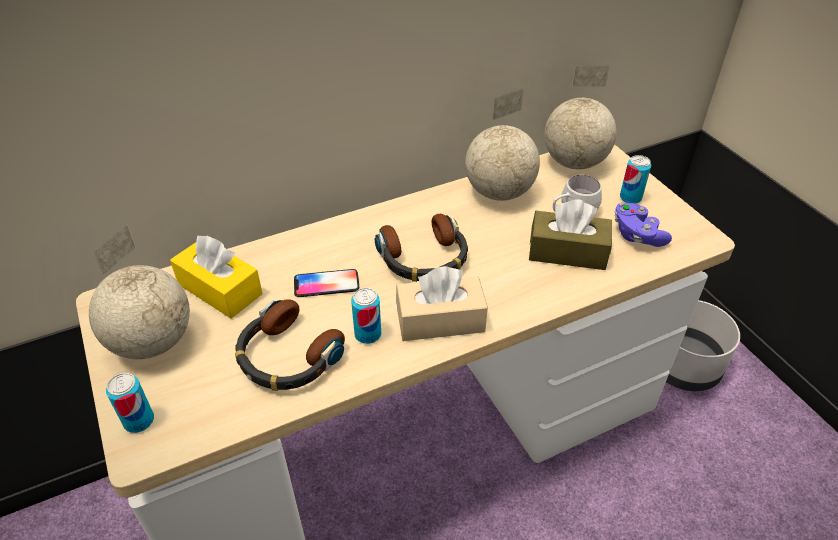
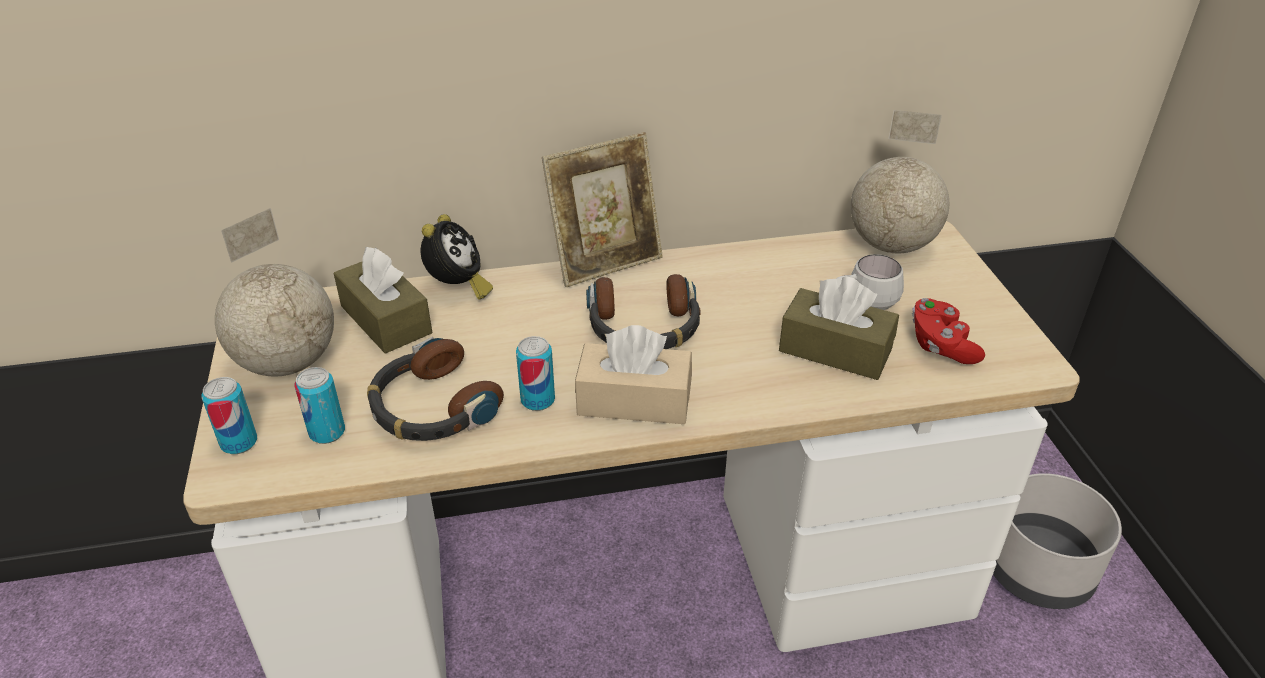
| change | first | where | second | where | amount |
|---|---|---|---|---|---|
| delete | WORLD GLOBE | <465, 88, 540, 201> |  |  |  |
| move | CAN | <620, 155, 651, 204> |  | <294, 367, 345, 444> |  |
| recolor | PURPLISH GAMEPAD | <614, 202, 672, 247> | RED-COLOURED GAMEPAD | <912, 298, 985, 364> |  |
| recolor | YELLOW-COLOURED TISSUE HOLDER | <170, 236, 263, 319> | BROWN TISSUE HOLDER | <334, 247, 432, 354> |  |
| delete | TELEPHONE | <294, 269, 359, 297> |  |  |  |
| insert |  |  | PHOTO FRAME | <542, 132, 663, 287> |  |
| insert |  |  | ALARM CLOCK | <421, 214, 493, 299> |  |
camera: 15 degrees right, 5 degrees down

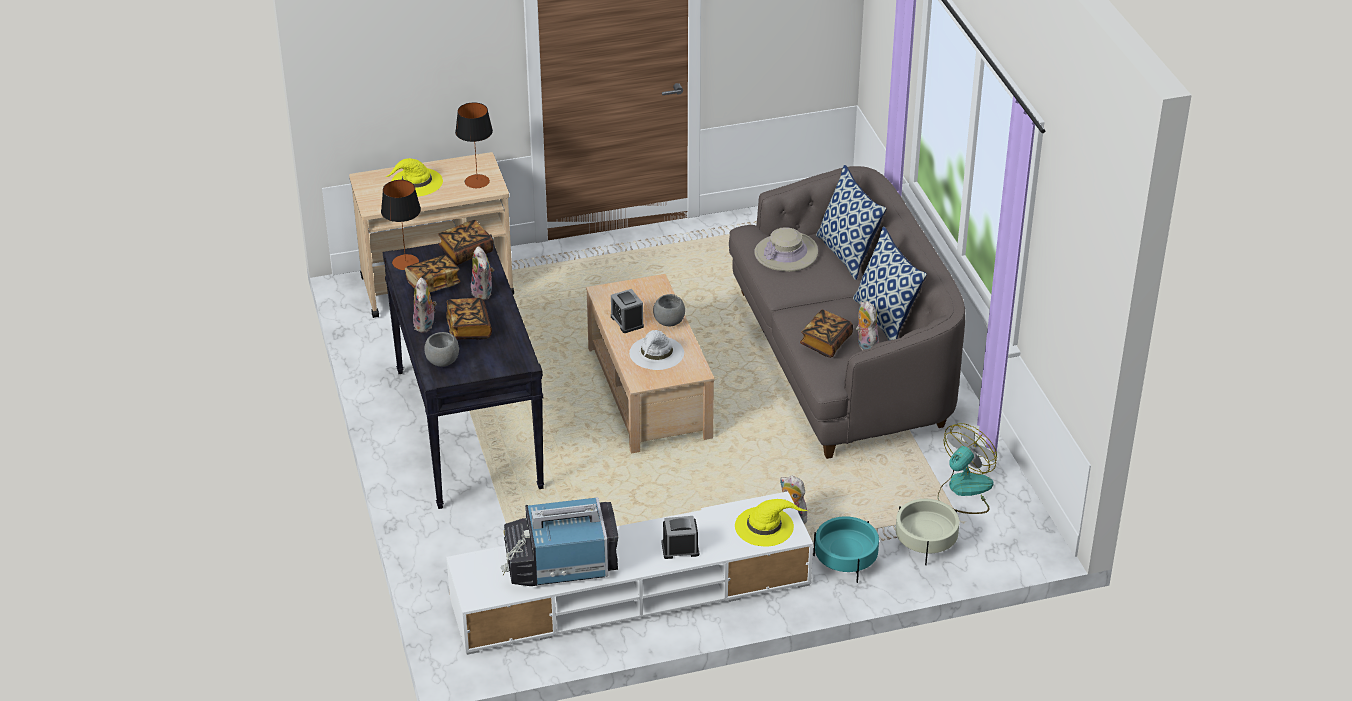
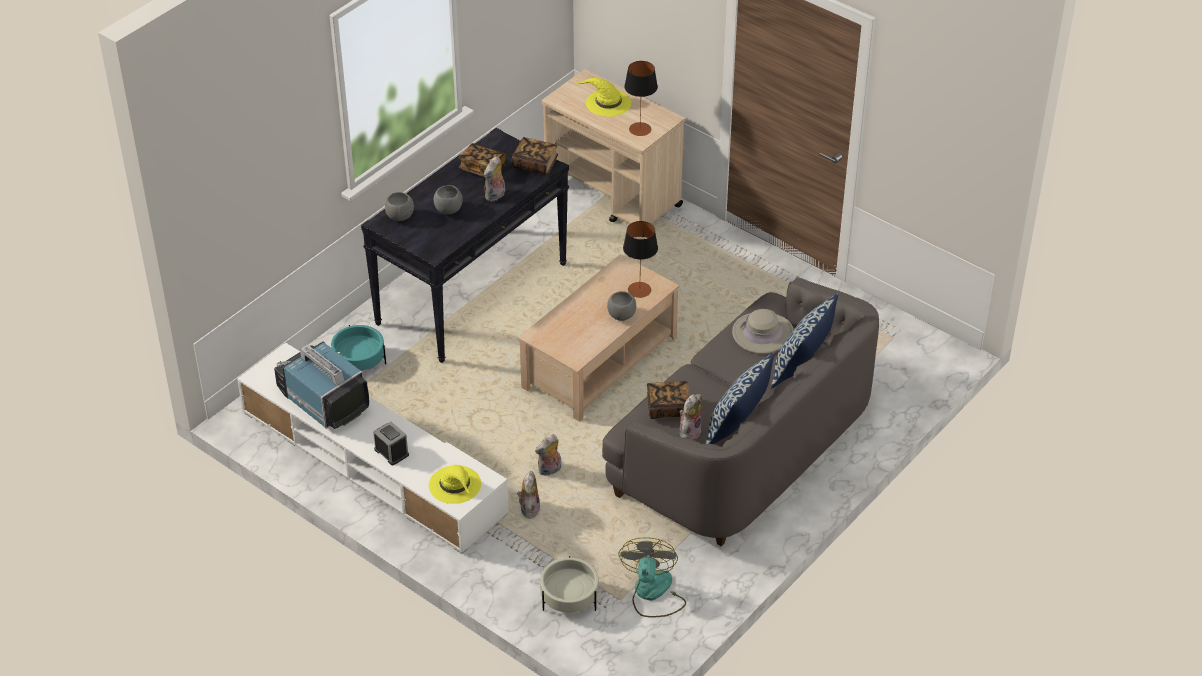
| change | first | where | second | where | amount |
|---|---|---|---|---|---|
| move | LAMP FOR A TABLE | <381, 180, 421, 270> |  | <623, 221, 658, 298> |  |
| move | SOFT TOY | <413, 278, 437, 333> |  | <535, 434, 561, 475> |  |
| delete | ALARM CLOCK | <611, 289, 644, 333> |  |  |  |
| replace | VOLUME | <446, 298, 492, 340> | GRAY DEEP DISH | <434, 185, 463, 214> |  |
| delete | WHITE-COLOURED HAT | <629, 330, 684, 370> |  |  |  |
| rotate | FAN | <938, 423, 997, 514> |  | <619, 537, 686, 618> | 90 degrees counterclockwise |
| move | BLUE-GREEN PLANTER | <813, 516, 879, 583> |  | <331, 325, 386, 371> |  |
camera: 55 degrees right, 5 degrees up

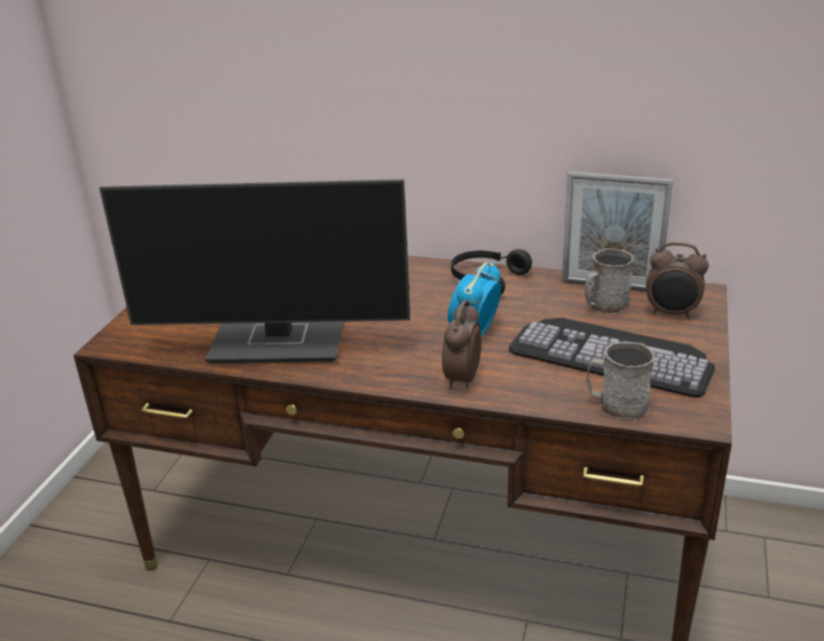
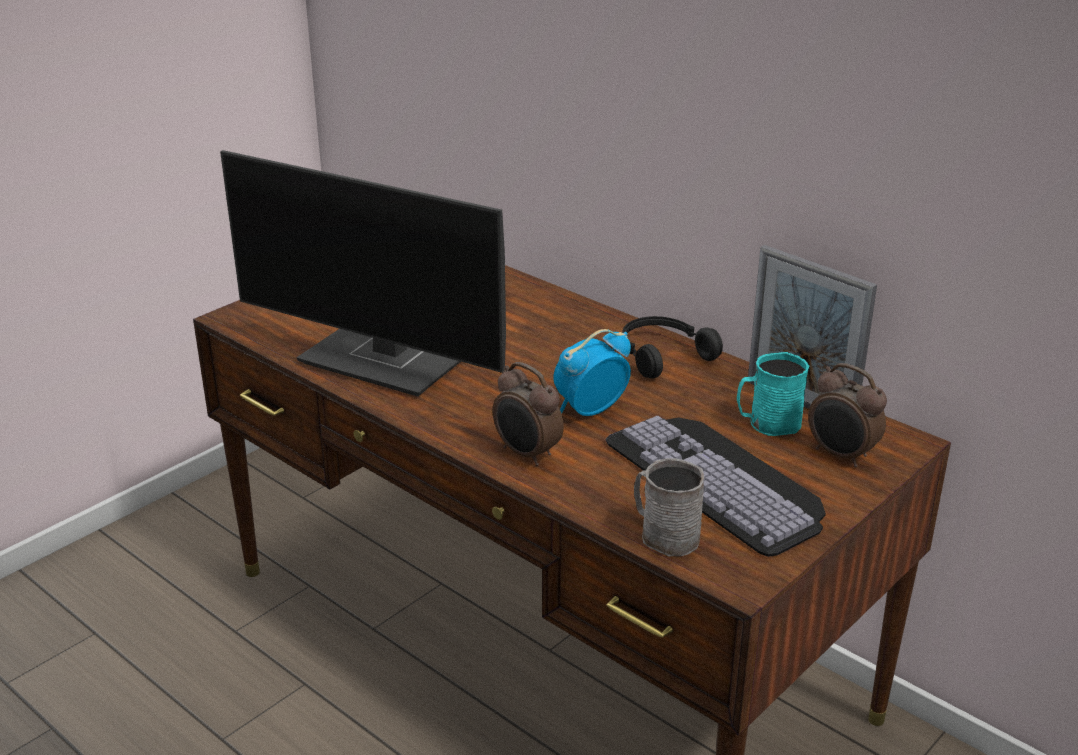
| change | first | where | second | where | amount |
|---|---|---|---|---|---|
| recolor | GRAY COFFEE MUG | <584, 248, 634, 314> | BLUE-GREEN COFFEE MUG | <737, 352, 810, 436> |  |
| rotate | ALARM CLOCK | <442, 300, 482, 389> |  | <493, 362, 564, 466> | 90 degrees counterclockwise |
camera: 25 degrees right, 0 degrees up

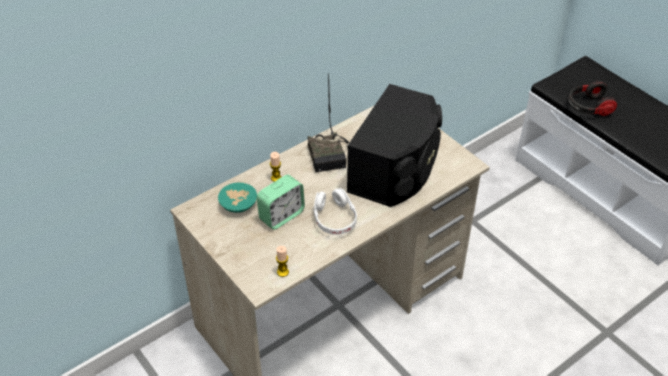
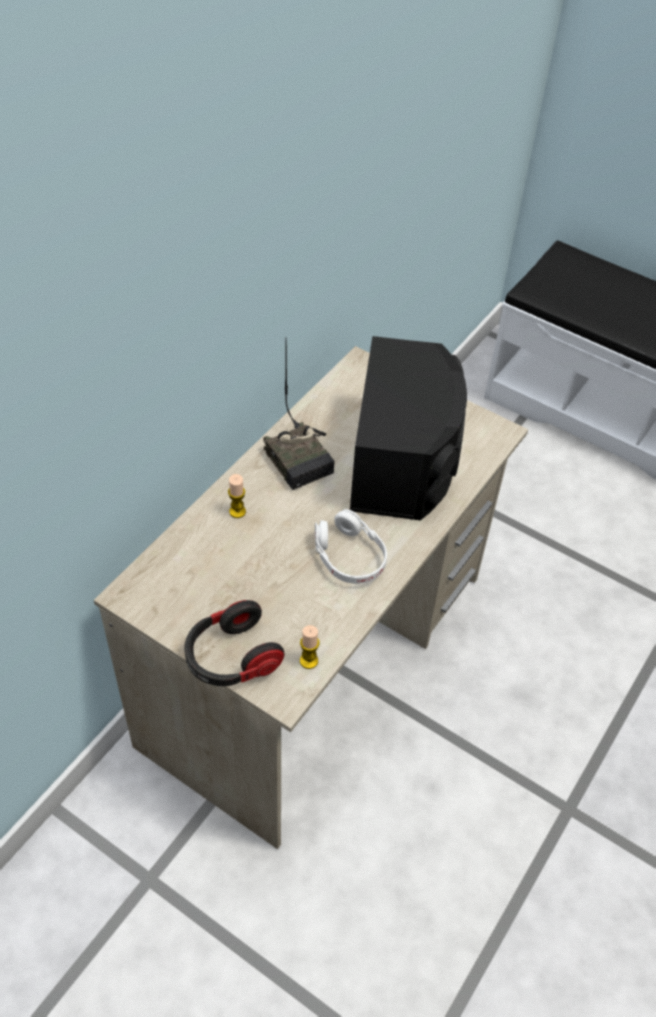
| change | first | where | second | where | amount |
|---|---|---|---|---|---|
| move | HEADPHONES | <568, 81, 617, 116> |  | <184, 600, 285, 686> |  |
| delete | ALARM CLOCK | <257, 175, 305, 230> |  |  |  |
| delete | BLUE-GREEN DEEP DISH | <218, 182, 257, 213> |  |  |  |
camera: 20 degrees left, 5 degrees up

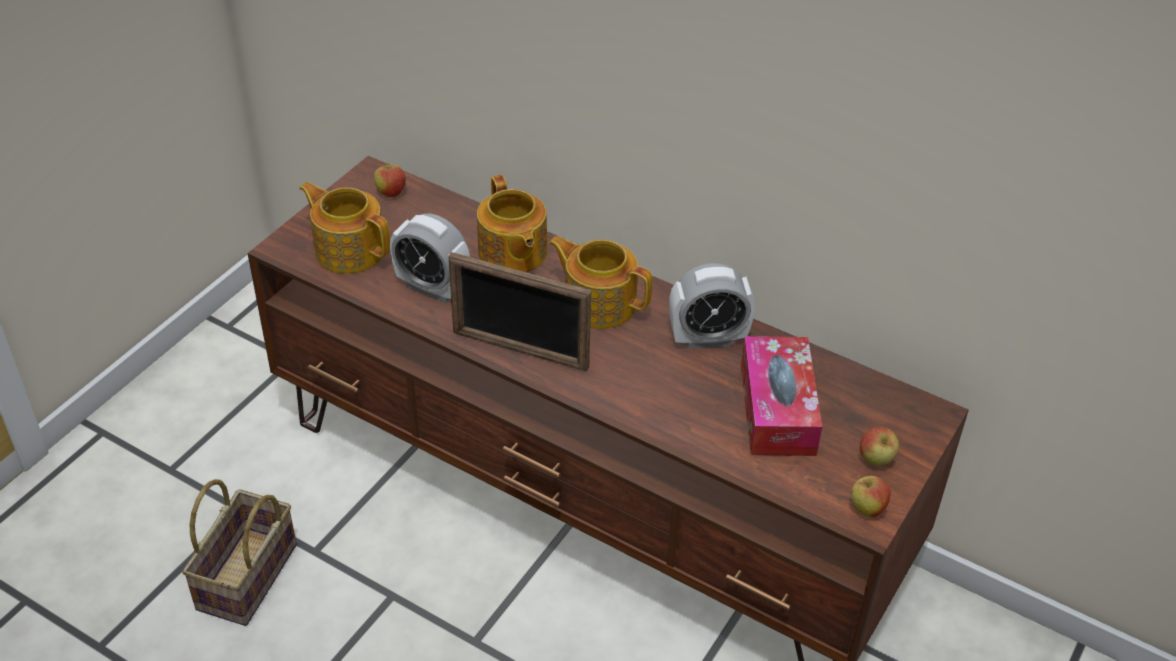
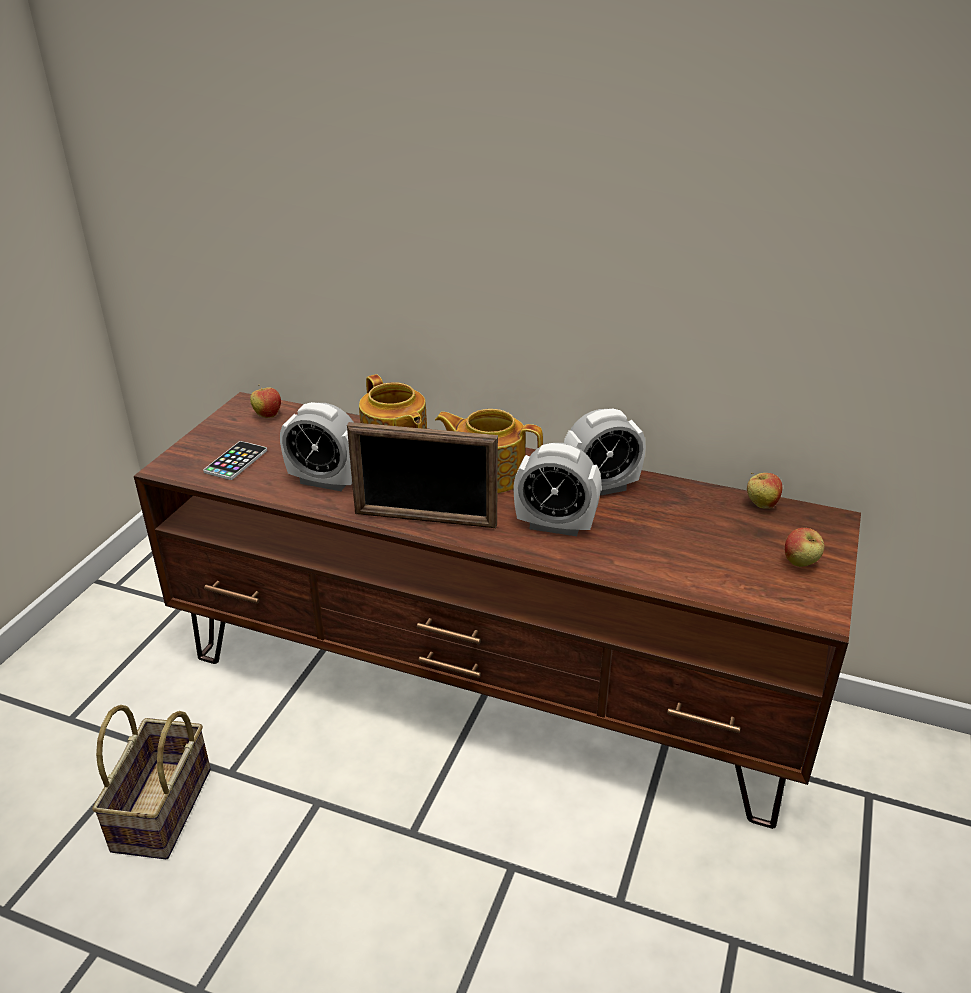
| change | first | where | second | where | amount |
|---|---|---|---|---|---|
| replace | POT FOR TEA | <299, 182, 390, 274> | TELEPHONE | <203, 441, 267, 480> |  |
| delete | TISSUE HOLDER | <741, 336, 822, 456> |  |  |  |
| move | APPLE FRUIT | <851, 476, 891, 518> |  | <747, 473, 782, 509> |  |
| insert |  |  | ALARM CLOCK | <514, 443, 601, 536> |  |
camera: 10 degrees left, 10 degrees down

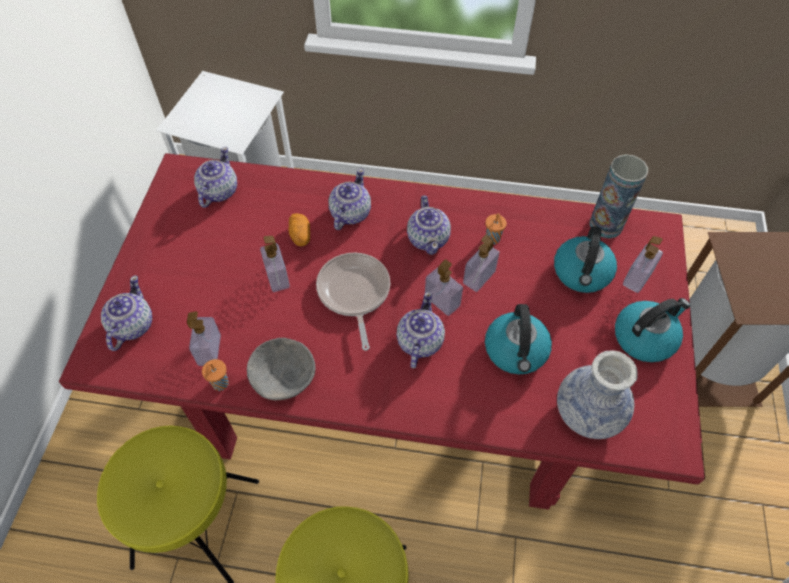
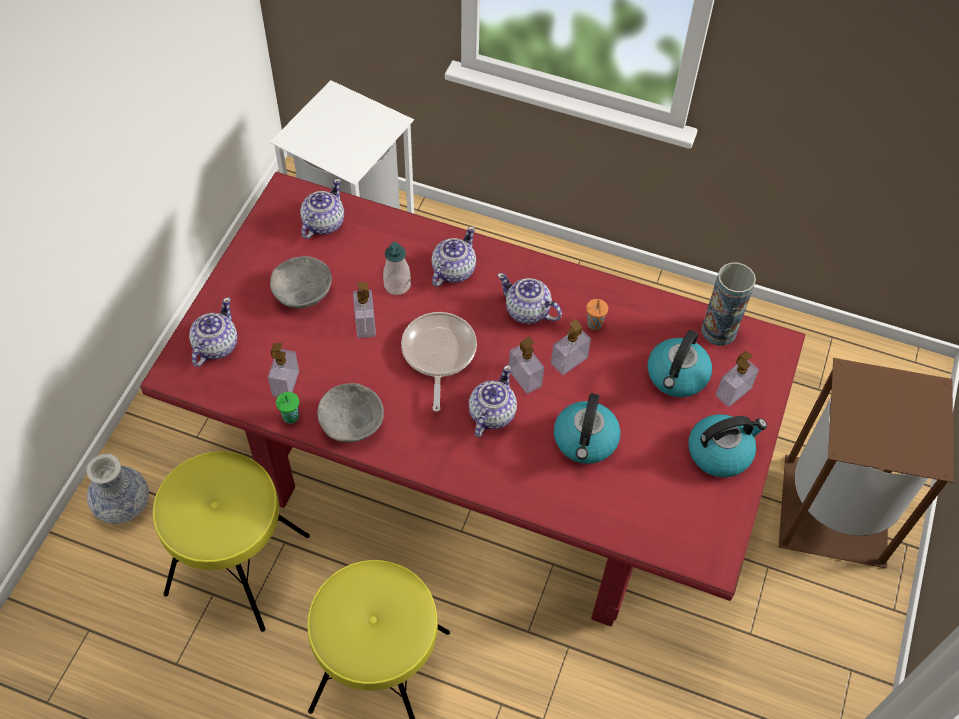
| change | first | where | second | where | amount |
|---|---|---|---|---|---|
| rotate | POT FOR TEA | <407, 195, 451, 255> |  | <497, 273, 562, 324> | 120 degrees clockwise |
| replace | POTATO | <288, 213, 310, 246> | SOAP BOTTLE | <383, 242, 411, 295> |  |
| move | FLOWER VASE | <557, 350, 638, 439> |  | <87, 454, 149, 524> |  |
| recolor | ORANGE DRINKING CUP | <202, 359, 229, 391> | GREEN DRINKING CUP | <276, 392, 299, 424> |  |
| insert |  |  | GRAY DEEP DISH | <270, 256, 332, 308> |  |
camera: 10 degrees right, 0 degrees up

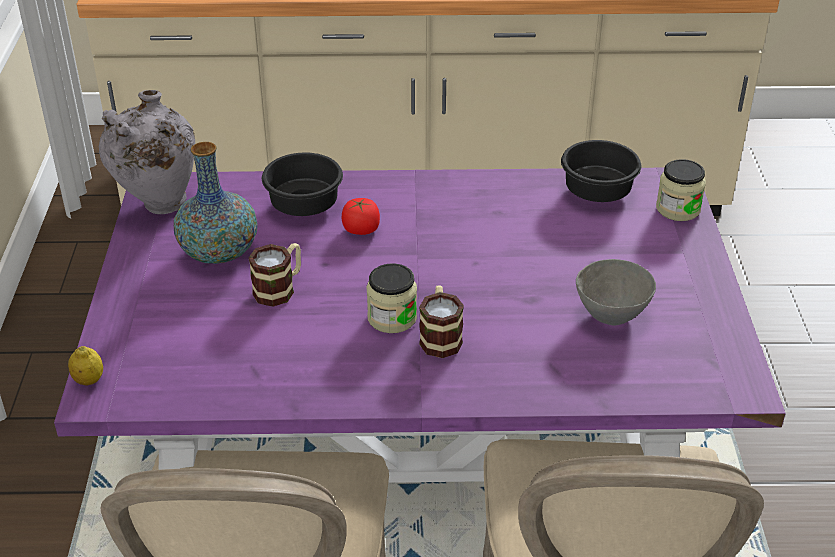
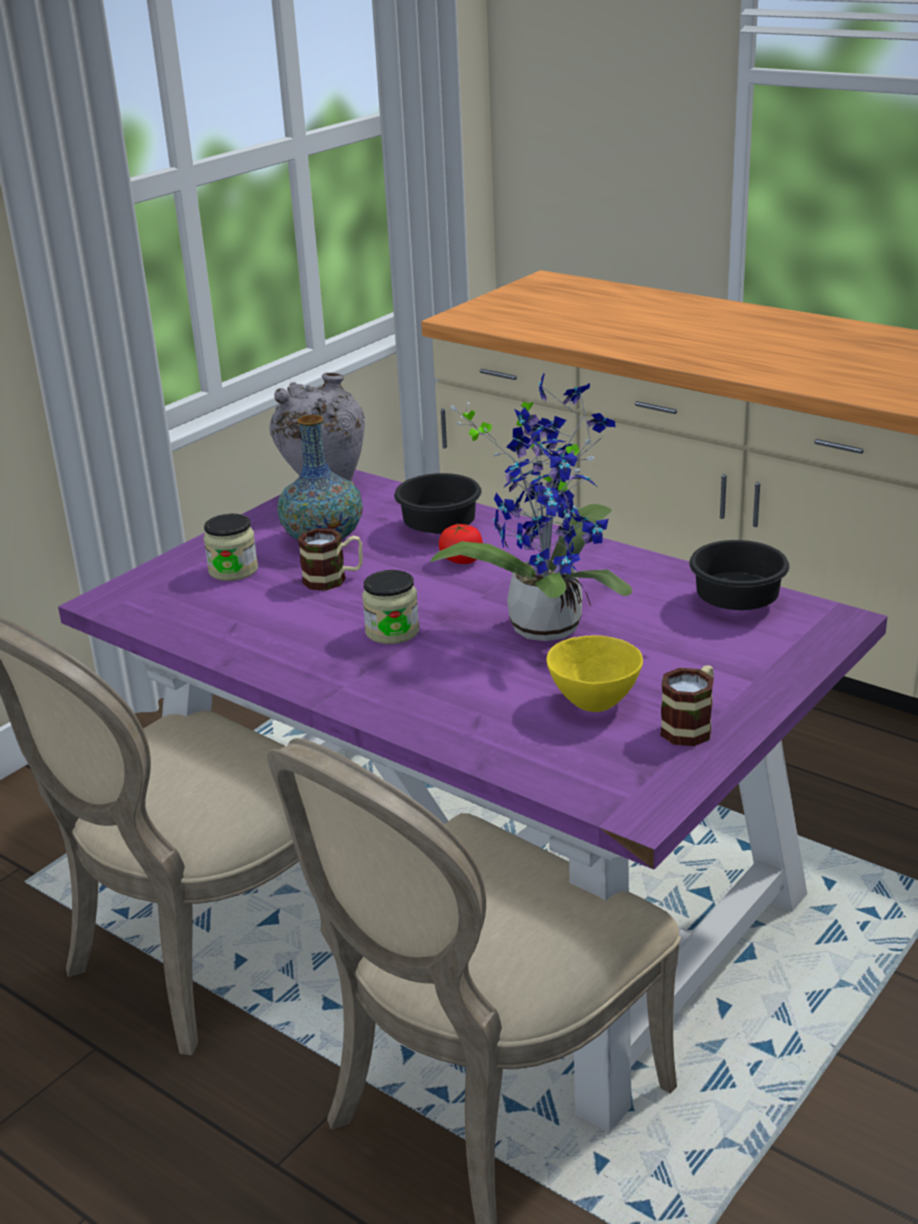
| change | first | where | second | where | amount |
|---|---|---|---|---|---|
| move | JAR | <656, 159, 706, 221> |  | <203, 514, 258, 581> |  |
| recolor | GRAY DEEP DISH | <576, 259, 656, 325> | YELLOW-COLOURED DEEP DISH | <547, 635, 643, 712> |  |
| move | COFFEE MUG | <419, 285, 464, 358> |  | <660, 665, 714, 746> |  |
| delete | WHOLE LEMON | <68, 346, 103, 386> |  |  |  |
| insert |  |  | PLANT IN A POT | <430, 373, 632, 641> |  |
camera: 40 degrees right, 10 degrees down

